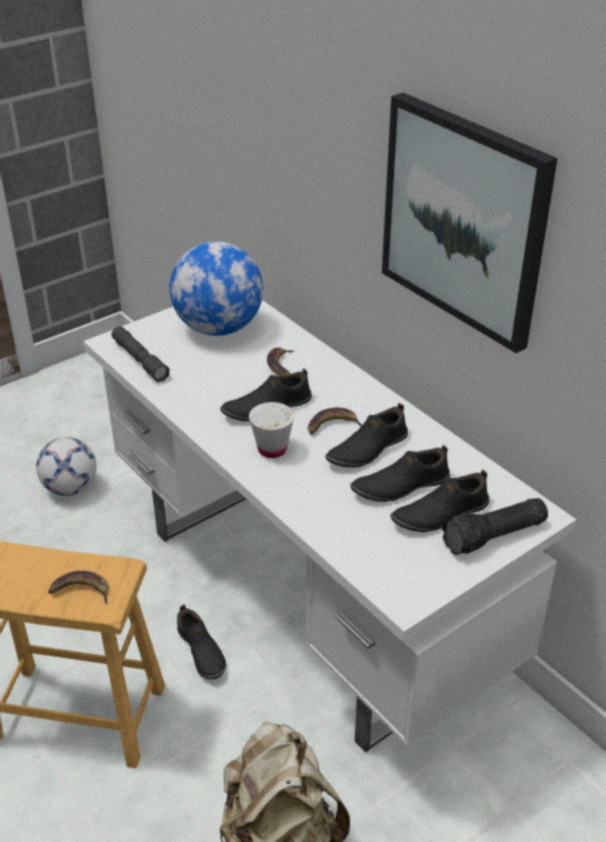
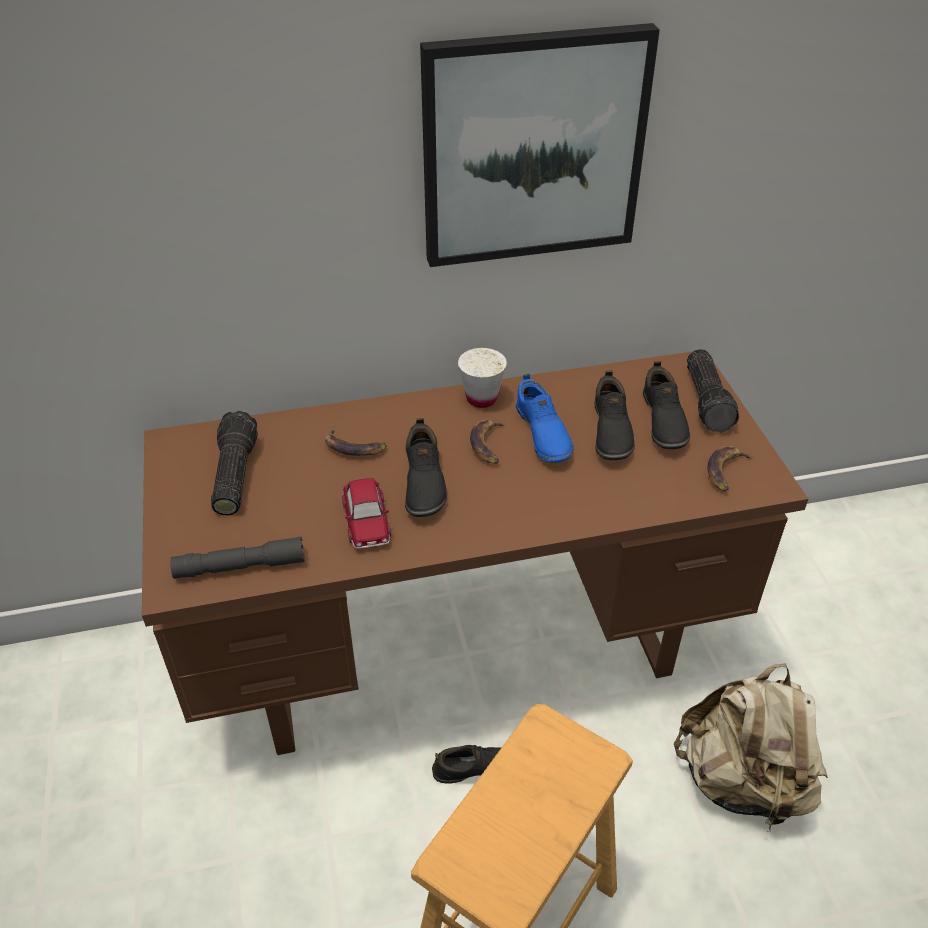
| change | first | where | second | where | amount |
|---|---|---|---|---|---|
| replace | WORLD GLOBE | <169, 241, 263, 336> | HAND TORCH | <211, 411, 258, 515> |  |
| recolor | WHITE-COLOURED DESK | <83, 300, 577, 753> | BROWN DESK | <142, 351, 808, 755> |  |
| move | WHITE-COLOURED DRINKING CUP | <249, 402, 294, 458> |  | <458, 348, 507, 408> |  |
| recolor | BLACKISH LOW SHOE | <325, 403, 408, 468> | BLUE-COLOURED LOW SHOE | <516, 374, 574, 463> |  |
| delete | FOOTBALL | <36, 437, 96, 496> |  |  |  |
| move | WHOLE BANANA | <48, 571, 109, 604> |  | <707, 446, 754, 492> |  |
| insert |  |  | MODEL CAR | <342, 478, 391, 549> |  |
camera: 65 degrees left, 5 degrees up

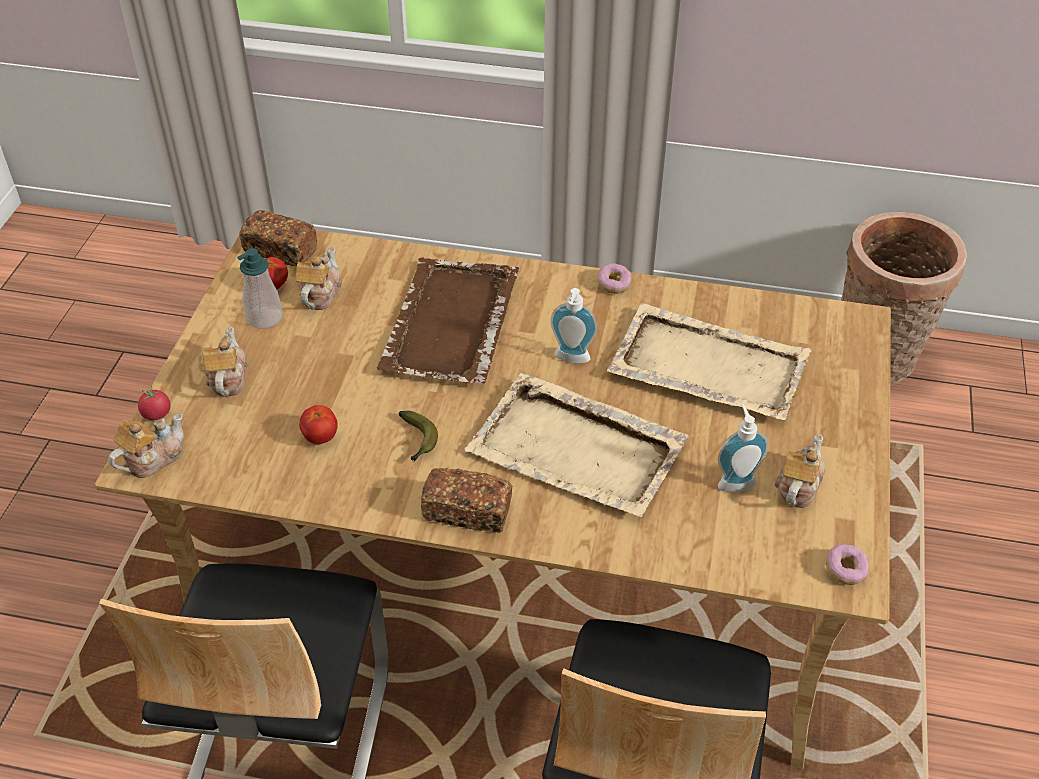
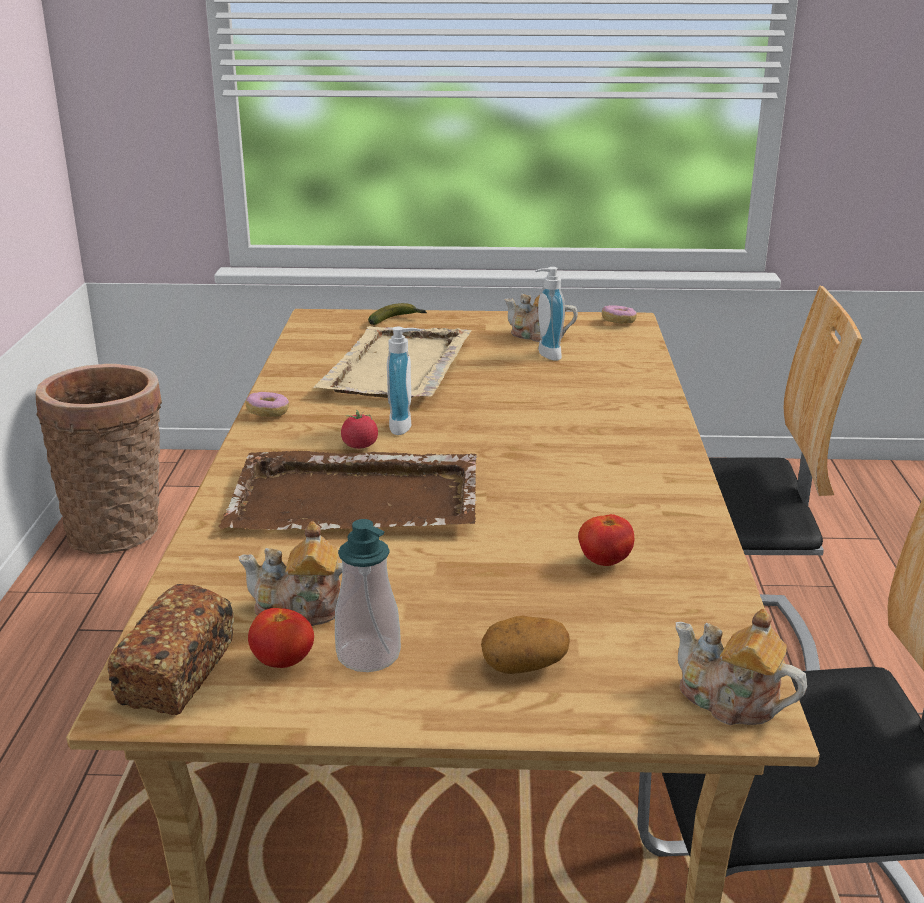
| change | first | where | second | where | amount |
|---|---|---|---|---|---|
| replace | POT FOR TEA | <203, 327, 248, 397> | POTATO | <481, 616, 570, 674> |  |
| delete | BEIGE TRAY | <465, 373, 689, 517> |  |  |  |
| move | FRESH TOMATO | <138, 385, 171, 420> |  | <341, 409, 378, 449> |  |
| move | WHOLE BANANA | <399, 411, 438, 462> |  | <368, 303, 427, 325> |  |
| delete | BAKED BREAD | <421, 468, 512, 533> |  |  |  |
camera: 100 degrees left, 20 degrees down

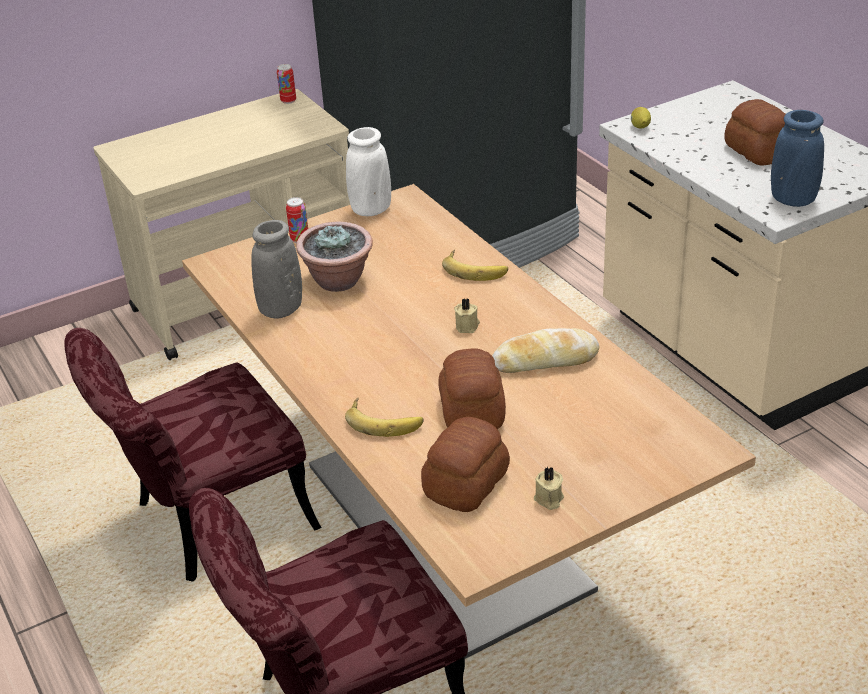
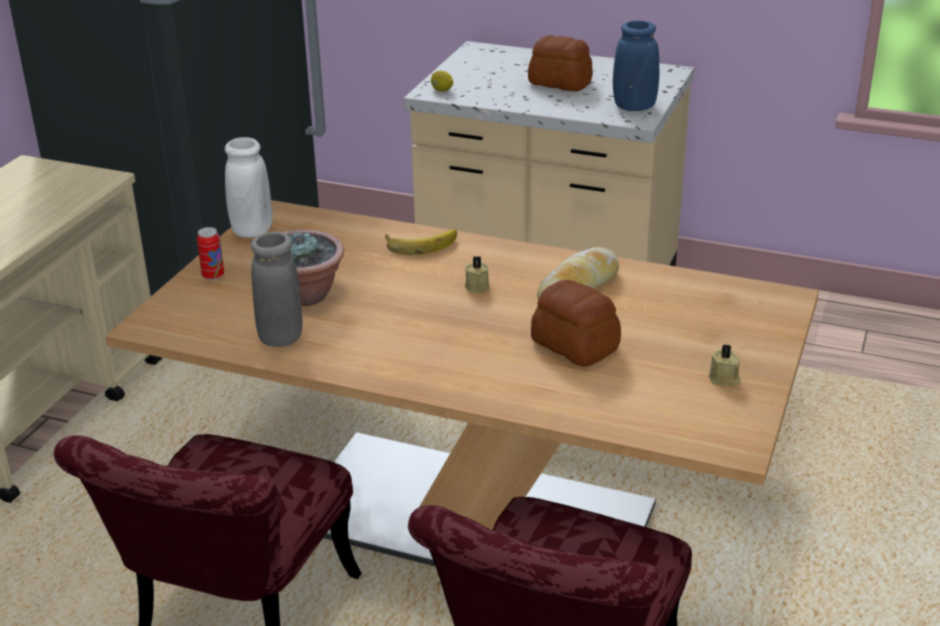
| change | first | where | second | where | amount |
|---|---|---|---|---|---|
| delete | CAN | <277, 64, 296, 104> |  |  |  |
| delete | WHOLE BANANA | <345, 398, 424, 437> |  |  |  |
| delete | BAKED BREAD | <421, 417, 510, 512> |  |  |  |
camera: 40 degrees left, 5 degrees down

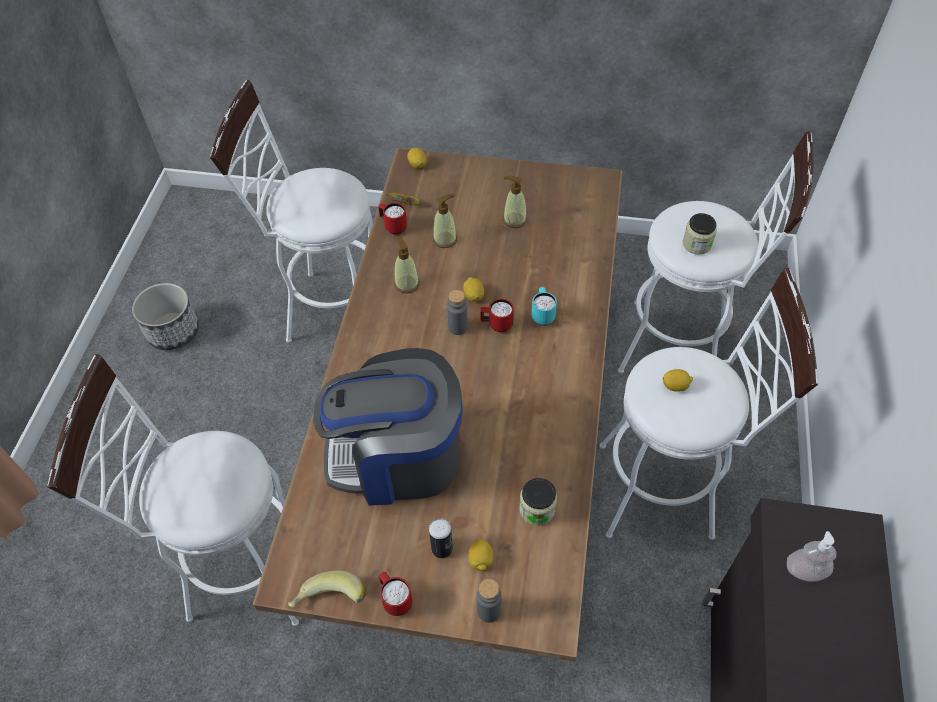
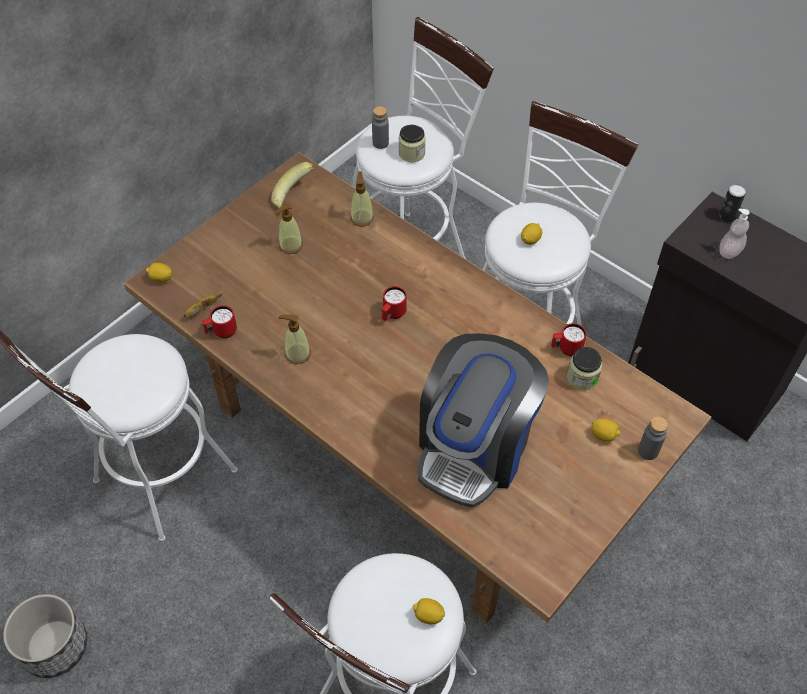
| change | first | where | second | where | amount |
|---|---|---|---|---|---|
| move | SOAP BOTTLE | <433, 194, 457, 248> |  | <350, 171, 374, 227> |  |
| move | WHOLE LEMON | <463, 277, 484, 302> |  | <413, 598, 445, 624> |  |
| delete | BLUE-GREEN COFFEE MUG | <532, 287, 557, 326> |  |  |  |
| move | GRAY BOTTLE | <447, 290, 468, 335> |  | <372, 106, 389, 149> |  |
| move | CAN | <429, 518, 453, 558> |  | <719, 184, 746, 223> |  |
| move | WHOLE BANANA | <288, 571, 366, 607> |  | <271, 162, 314, 208> |  |
| move | RED-COLOURED COFFEE MUG | <379, 572, 412, 616> |  | <551, 323, 586, 356> |  |
camera: 60 degrees left, 0 degrees up

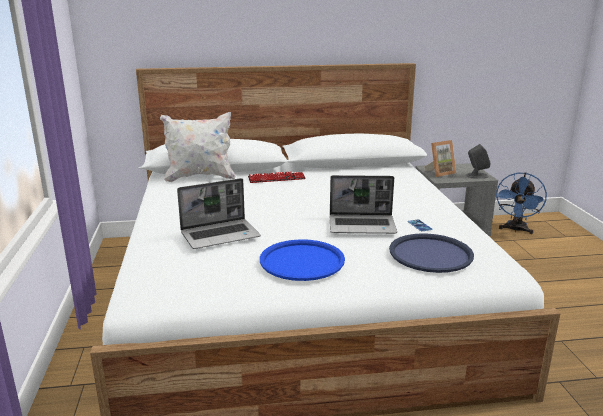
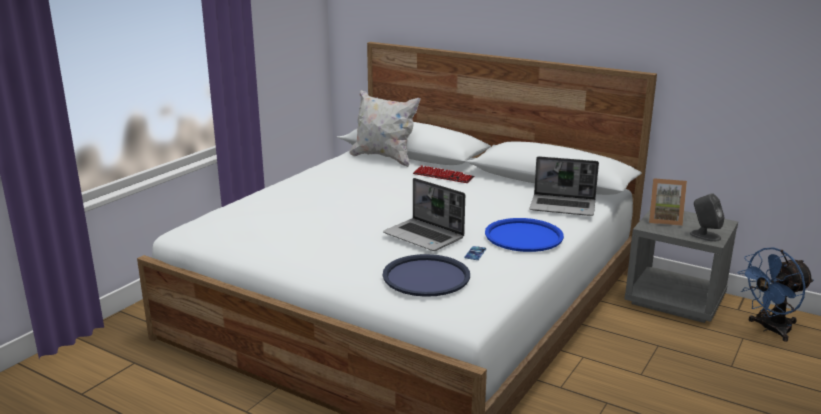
| change | first | where | second | where | amount |
|---|---|---|---|---|---|
| move | NOTEBOOK COMPUTER | <177, 178, 260, 249> |  | <529, 156, 599, 216> |  |
| move | BLUE-COLOURED TRAY | <260, 239, 345, 281> |  | <485, 218, 564, 252> |  |
camera: 40 degrees right, 0 degrees up

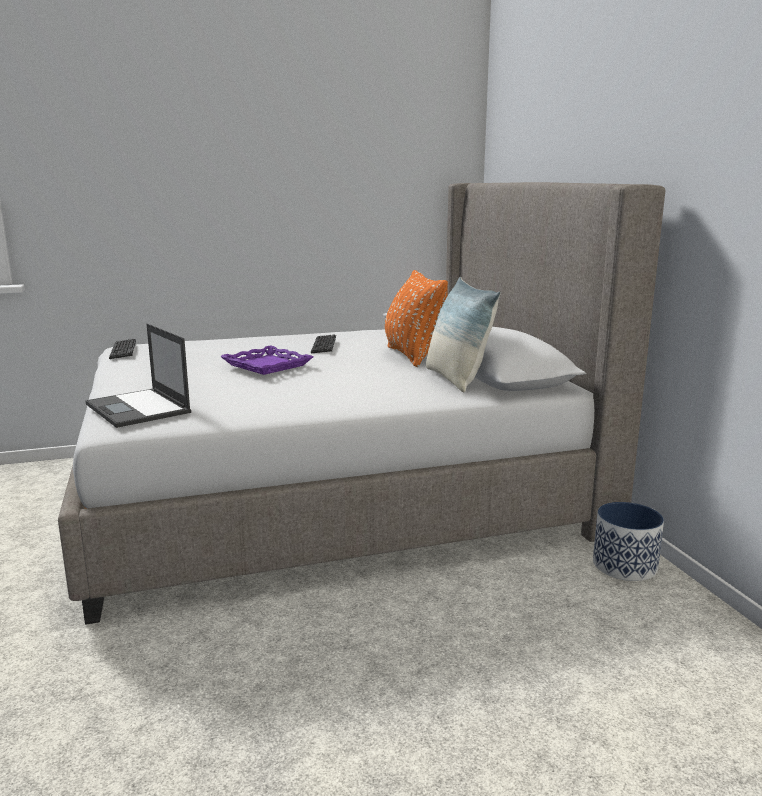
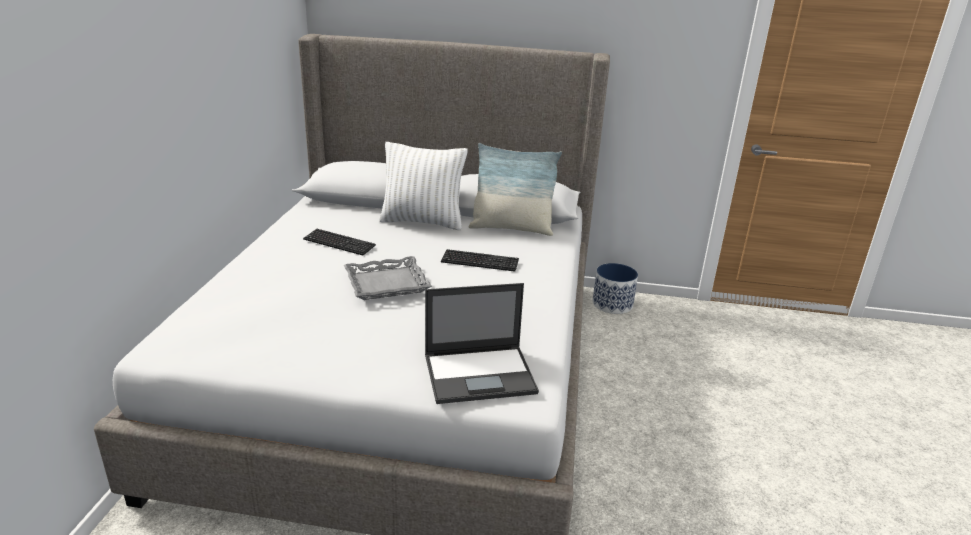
| change | first | where | second | where | amount |
|---|---|---|---|---|---|
| recolor | ORANGE THROW PILLOW | <385, 270, 448, 367> | WHITE-COLOURED THROW PILLOW | <379, 142, 468, 230> |  |
| move | KEYBOARD | <109, 339, 136, 359> |  | <441, 249, 519, 272> |  |
| recolor | PURPLISH TRAY | <220, 345, 313, 375> | GRAY TRAY | <344, 256, 432, 300> |  |
camera: 65 degrees left, 10 degrees up

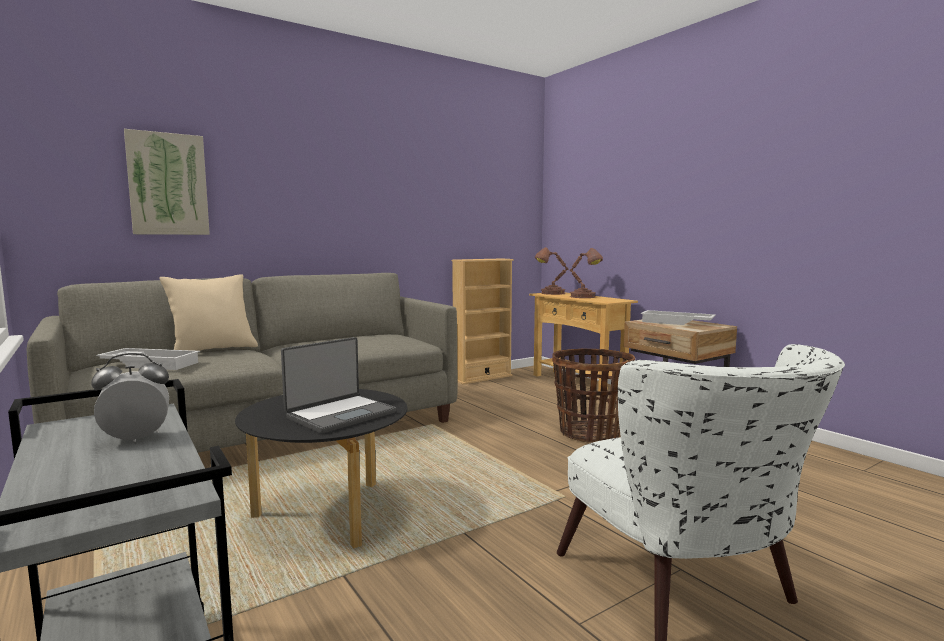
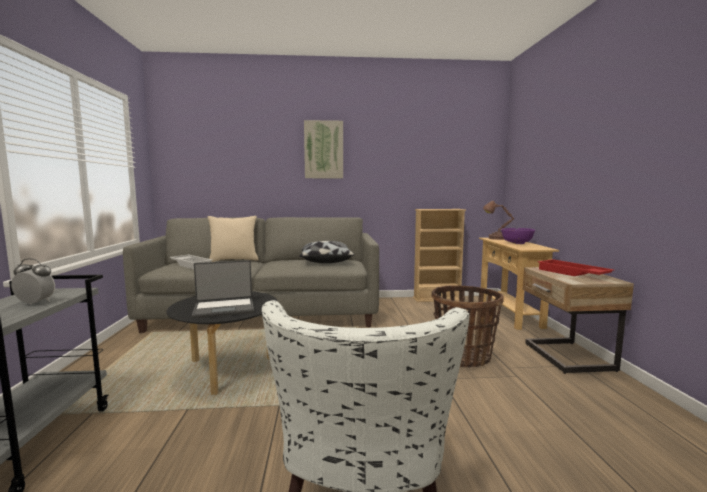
| change | first | where | second | where | amount |
|---|---|---|---|---|---|
| move | WALL PICTURE | <124, 129, 210, 235> |  | <304, 120, 343, 178> |  |
| replace | BROWN LAMP FOR A TABLE | <570, 248, 603, 298> | PURPLISH DEEP DISH | <501, 228, 535, 244> |  |
| recolor | WHITE-COLOURED TRAY | <641, 310, 716, 325> | RED-COLOURED TRAY | <538, 259, 614, 276> |  |
| insert |  |  | THROW PILLOW | <299, 241, 355, 263> |  |
camera: 30 degrees right, 0 degrees up

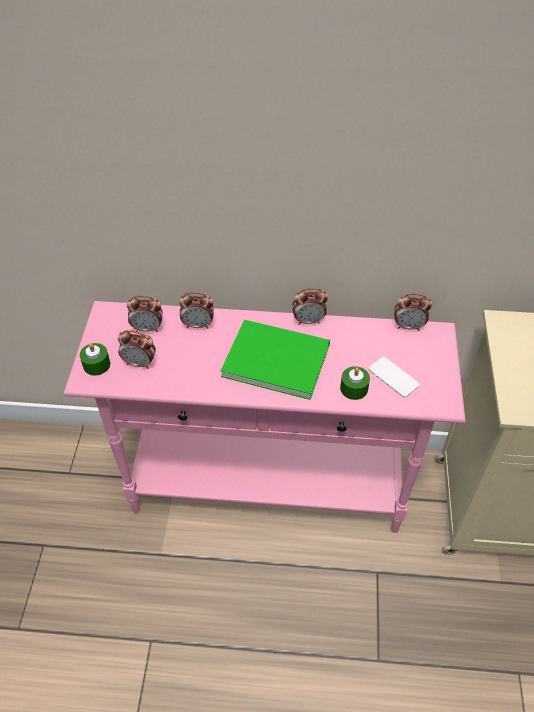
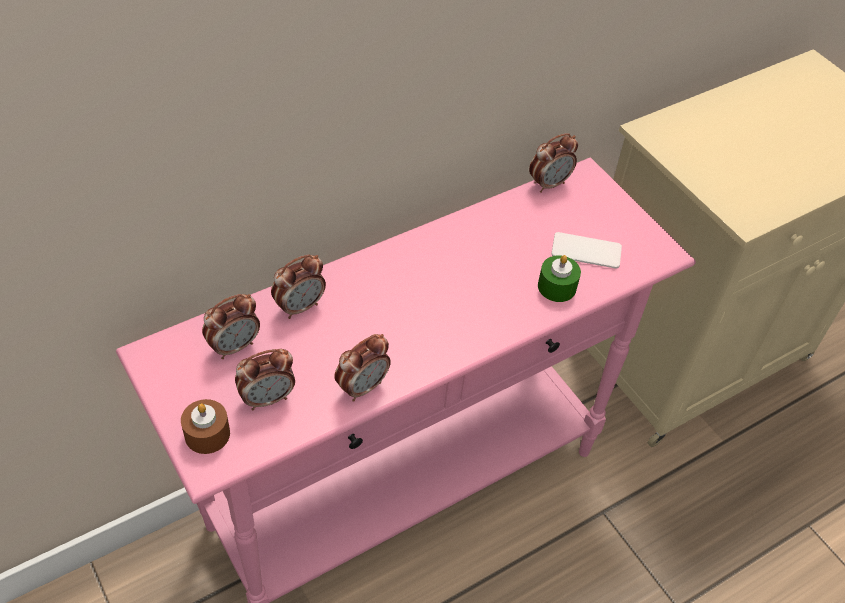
| change | first | where | second | where | amount |
|---|---|---|---|---|---|
| move | ALARM CLOCK | <293, 288, 328, 325> |  | <334, 334, 391, 402> |  |
| delete | GREEN VOLUME | <221, 320, 330, 400> |  |  |  |
| recolor | GREEN CANDLE | <80, 343, 110, 376> | BROWN CANDLE | <181, 399, 230, 454> |  |
camera: 40 degrees left, 0 degrees up

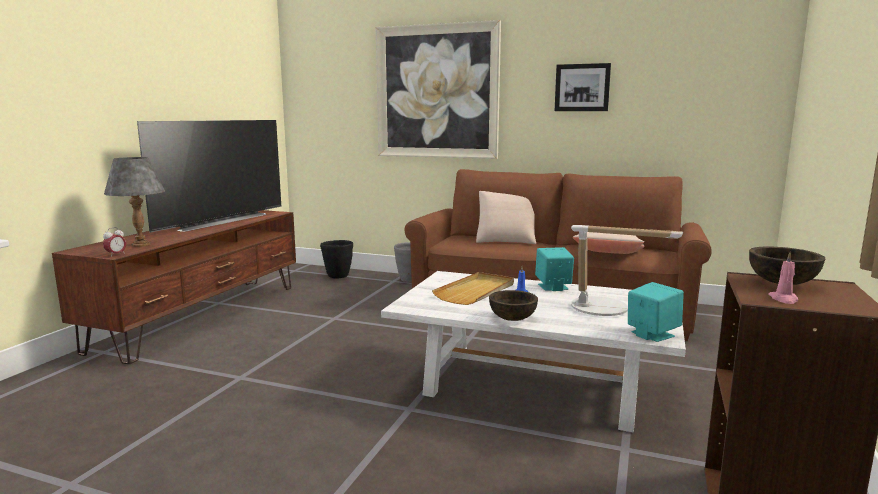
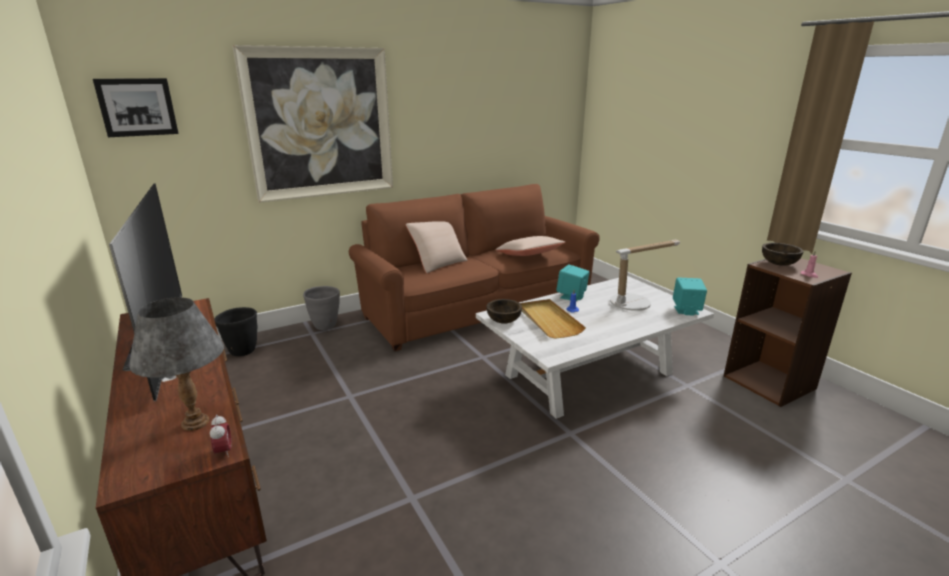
| change | first | where | second | where | amount |
|---|---|---|---|---|---|
| move | WALL PICTURE | <555, 63, 611, 111> |  | <93, 78, 179, 137> |  |
| move | BROWN DEEP DISH | <489, 290, 538, 321> |  | <487, 299, 522, 324> |  |
camera: 50 degrees left, 10 degrees up

